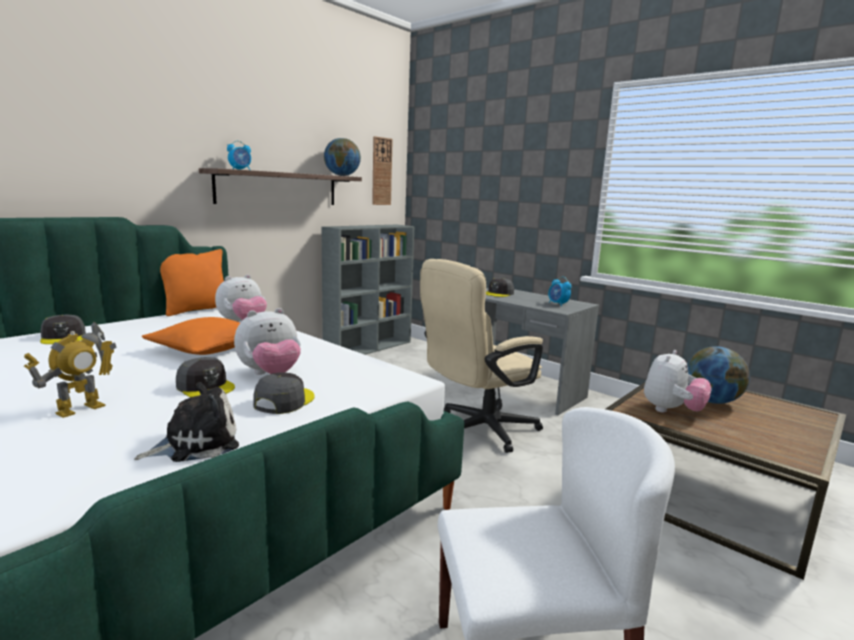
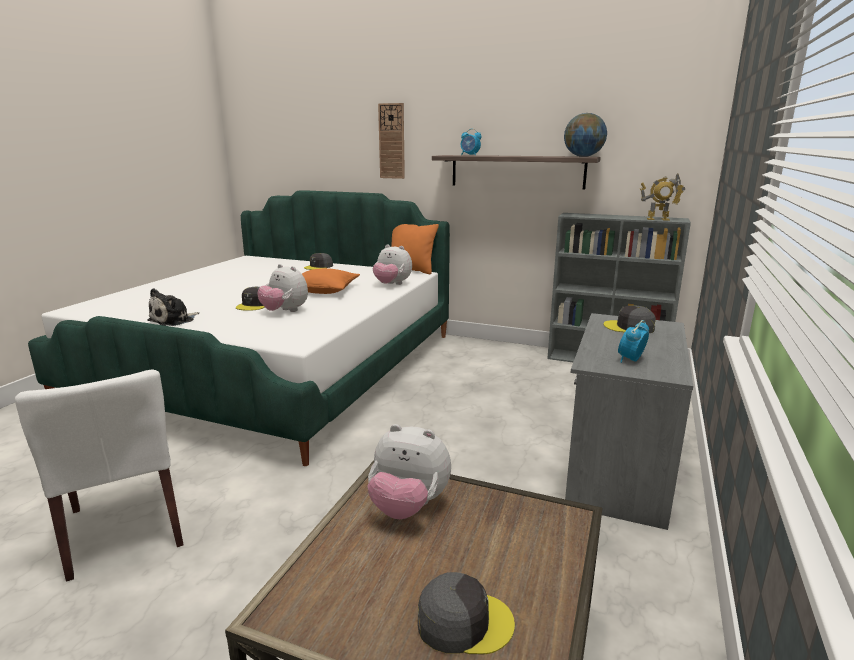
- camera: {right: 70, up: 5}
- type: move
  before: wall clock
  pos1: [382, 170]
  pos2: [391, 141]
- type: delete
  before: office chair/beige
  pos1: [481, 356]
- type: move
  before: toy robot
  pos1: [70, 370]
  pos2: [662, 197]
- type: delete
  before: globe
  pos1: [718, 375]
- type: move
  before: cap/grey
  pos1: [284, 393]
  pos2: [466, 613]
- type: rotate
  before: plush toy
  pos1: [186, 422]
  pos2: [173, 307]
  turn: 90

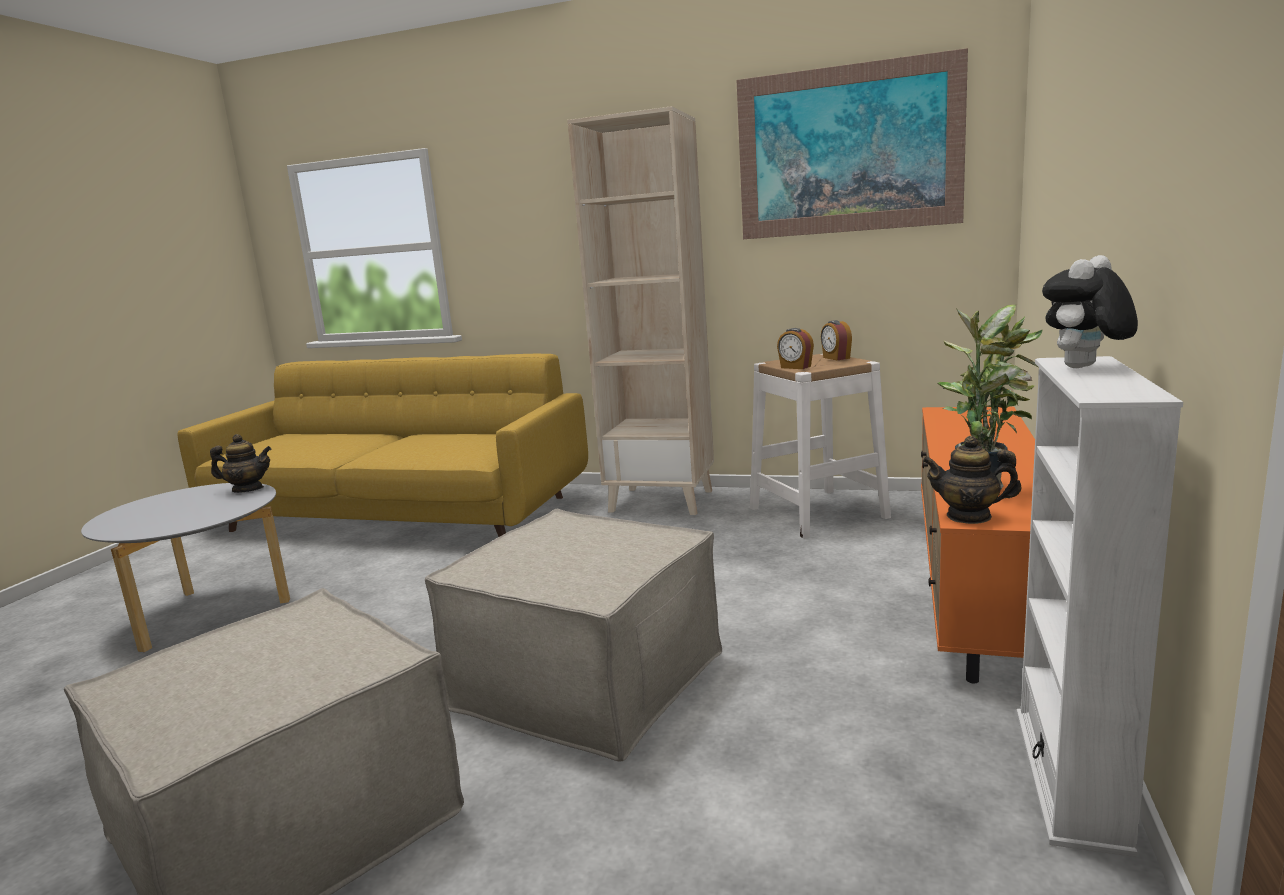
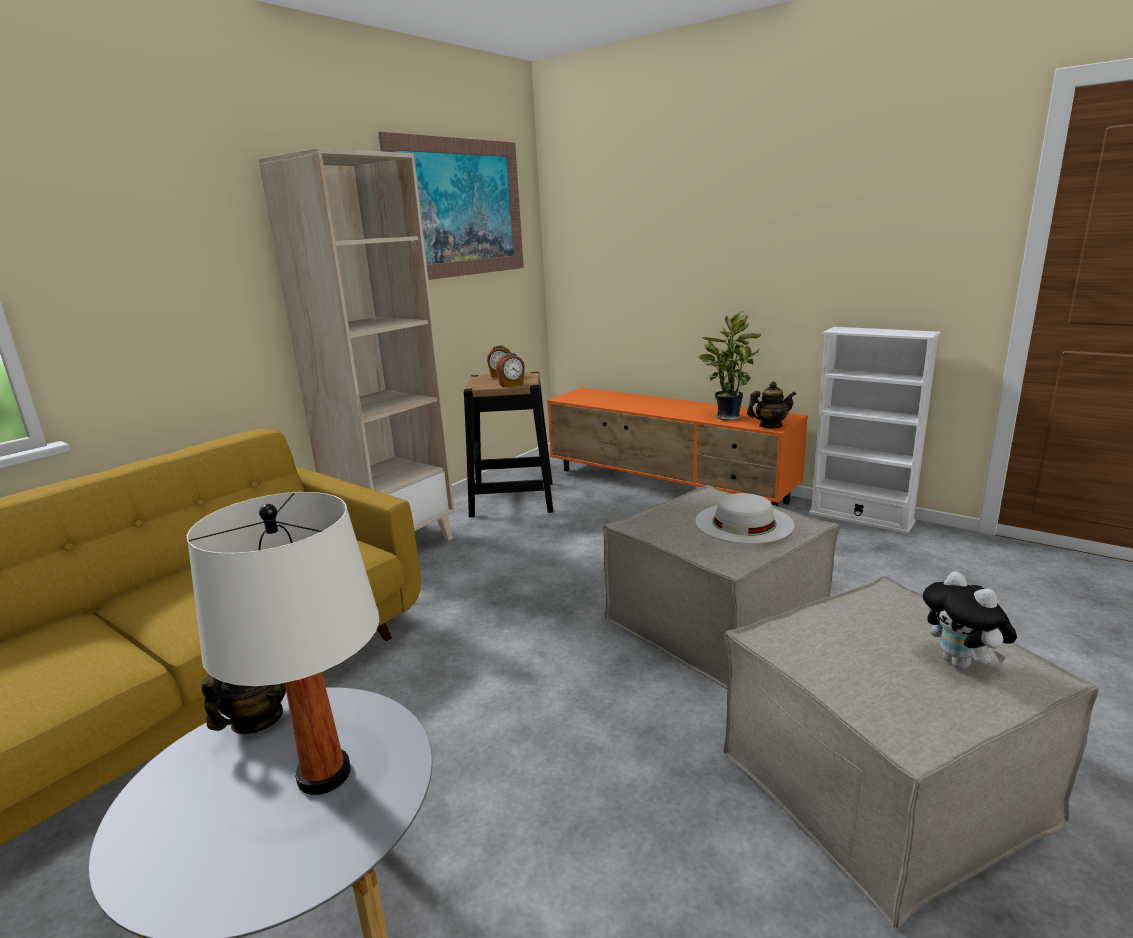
- camera: {right: -70, up: 5}
- type: move
  before: plush toy
  pos1: [1090, 311]
  pos2: [970, 620]
- type: recolor
  before: stool/white
  after: stool/black
  pos1: [820, 446]
  pos2: [508, 444]
- type: rotate
  before: teapot
  pos1: [971, 480]
  pos2: [771, 404]
  turn: -135
- type: insert
  after: table lamp/white
  pos2: [283, 643]
- type: insert
  after: hat/white
  pos2: [745, 518]

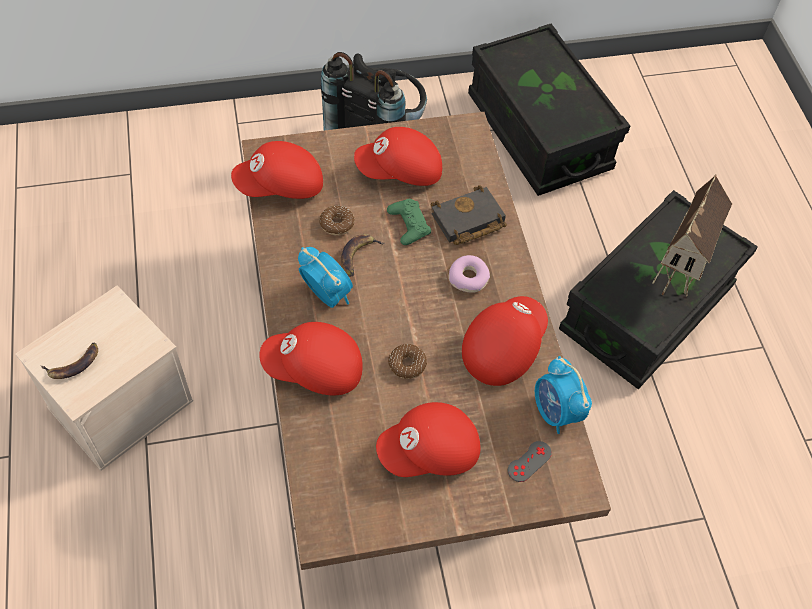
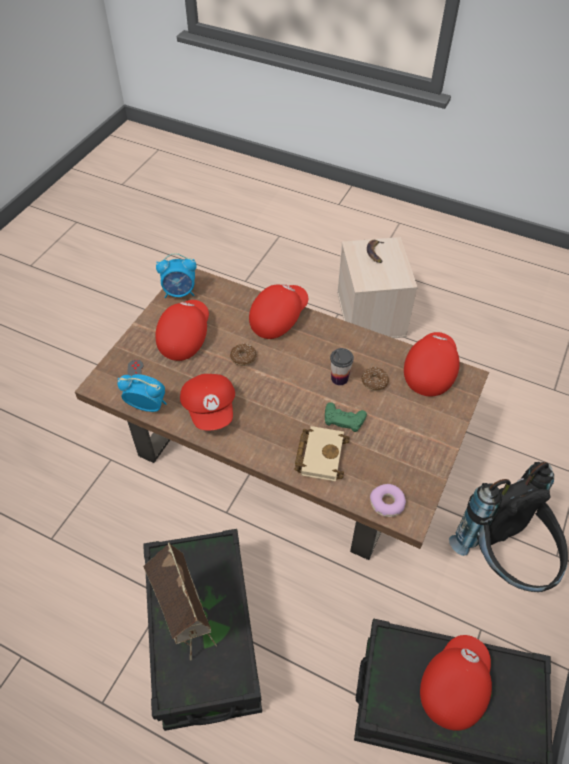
- camera: {right: 130, up: -5}
- type: move
  before: cap/red
  pos1: [398, 156]
  pos2: [456, 683]
- type: recolor
  before: book/black
  after: book/beige
  pos1: [469, 215]
  pos2: [322, 453]
- type: replace
  before: banana
  after: cup
  pos1: [363, 255]
  pos2: [342, 366]
- type: move
  before: alarm clock
  pos1: [325, 277]
  pos2: [176, 275]
- type: move
  before: donut
  pos1: [469, 274]
  pos2: [388, 500]

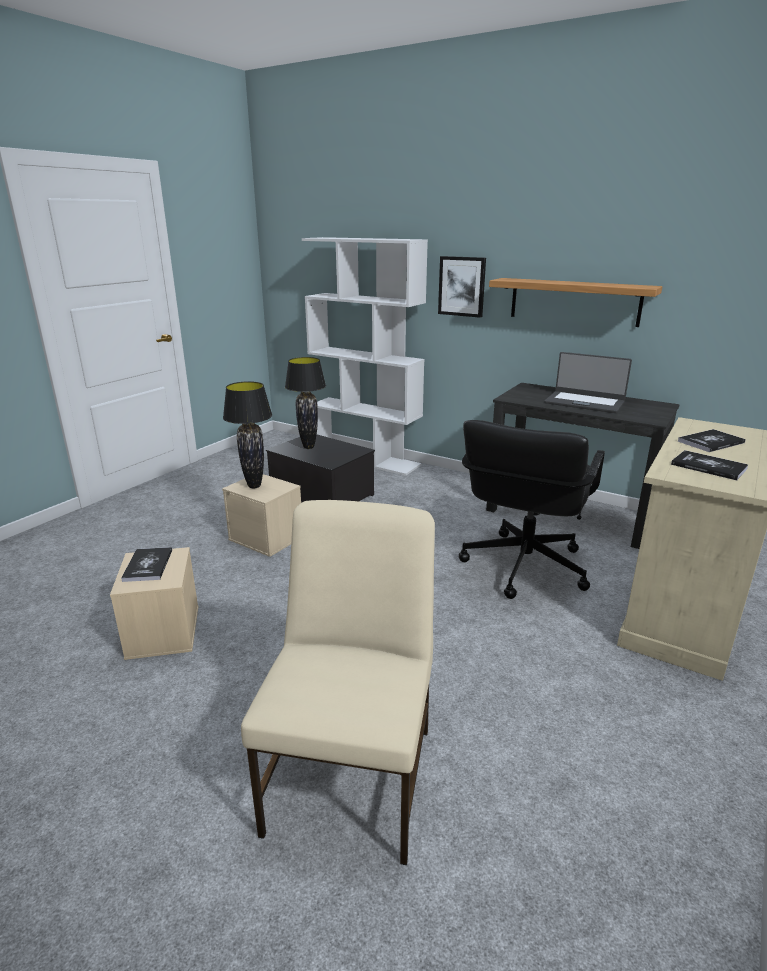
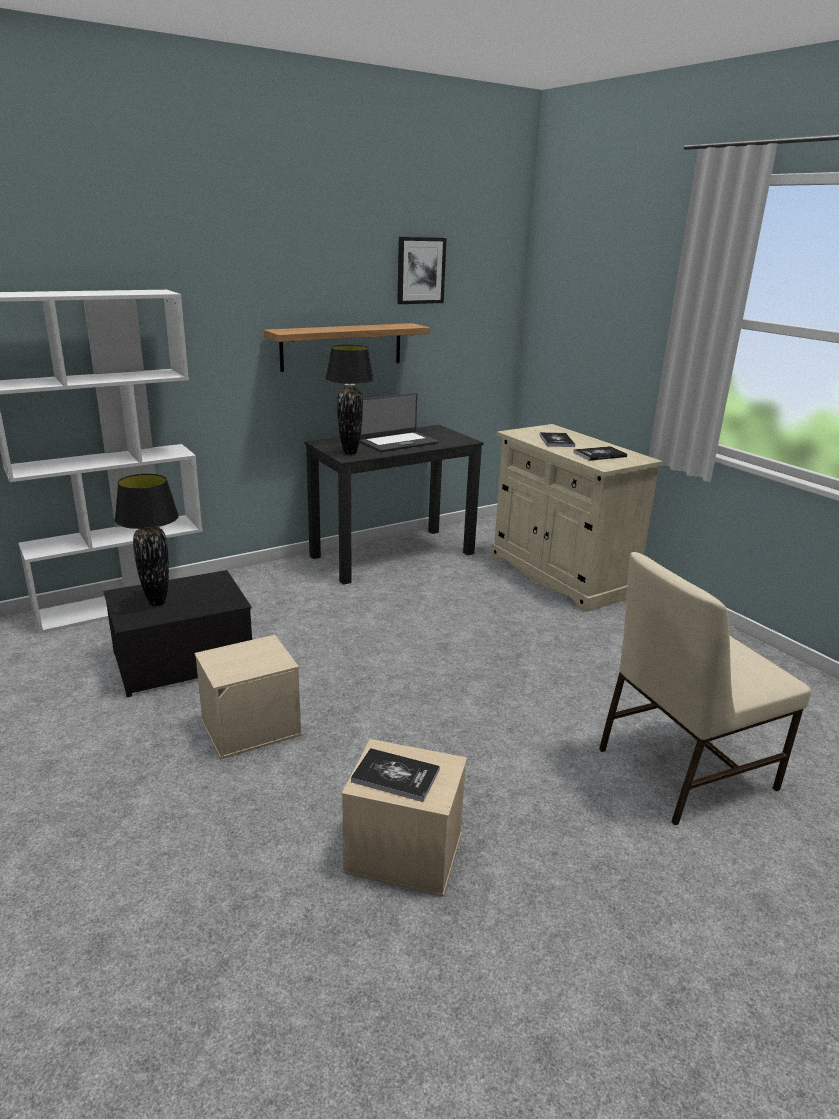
- camera: {right: -65, up: 0}
- type: move
  before: picture
  pos1: [462, 287]
  pos2: [422, 270]
- type: move
  before: table lamp/black
  pos1: [247, 434]
  pos2: [350, 400]
- type: delete
  before: office chair/black
  pos1: [532, 509]
- type: rotate
  before: chair/beige
  pos1: [338, 682]
  pos2: [705, 688]
  turn: -60

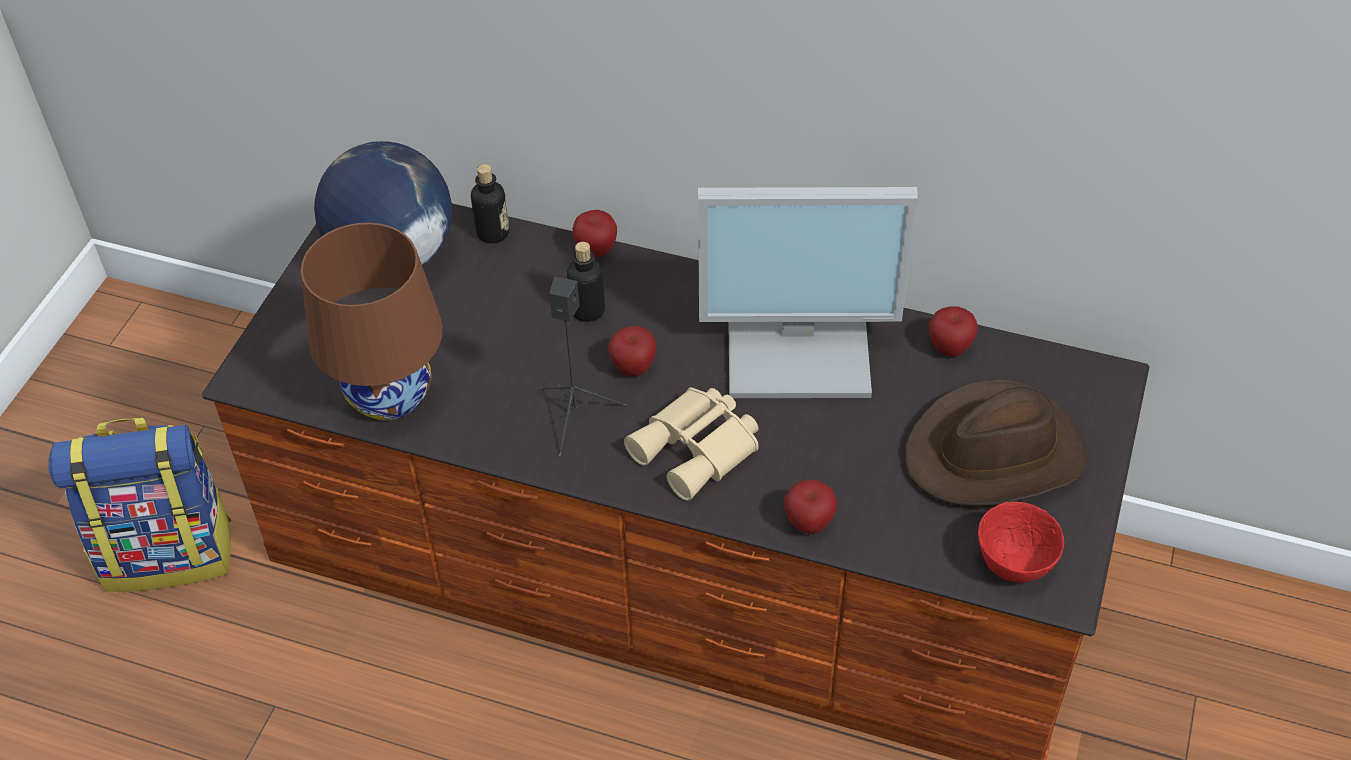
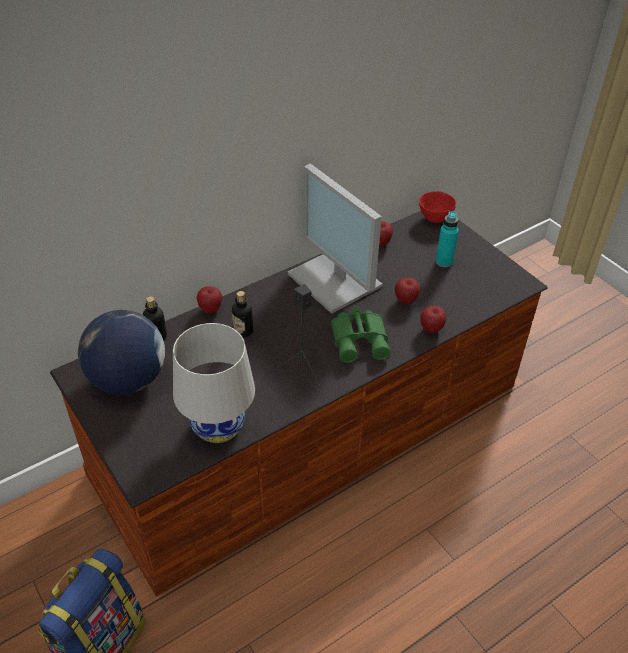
- camera: {right: -55, up: -5}
- type: rotate
  before: monitor
  pos1: [808, 292]
  pos2: [335, 238]
  turn: 105
- type: recolor
  before: table lamp/brown
  after: table lamp/white
  pos1: [372, 321]
  pos2: [214, 383]
- type: move
  before: apple
  pos1: [632, 351]
  pos2: [407, 290]
- type: replace
  before: hat/brown
  after: bottle/turquoise
  pos1: [996, 442]
  pos2: [447, 239]
- type: recolor
  before: binoculars/beige
  after: binoculars/green
  pos1: [691, 444]
  pos2: [361, 335]
- type: move
  before: bowl/red
  pos1: [1021, 542]
  pos2: [437, 207]

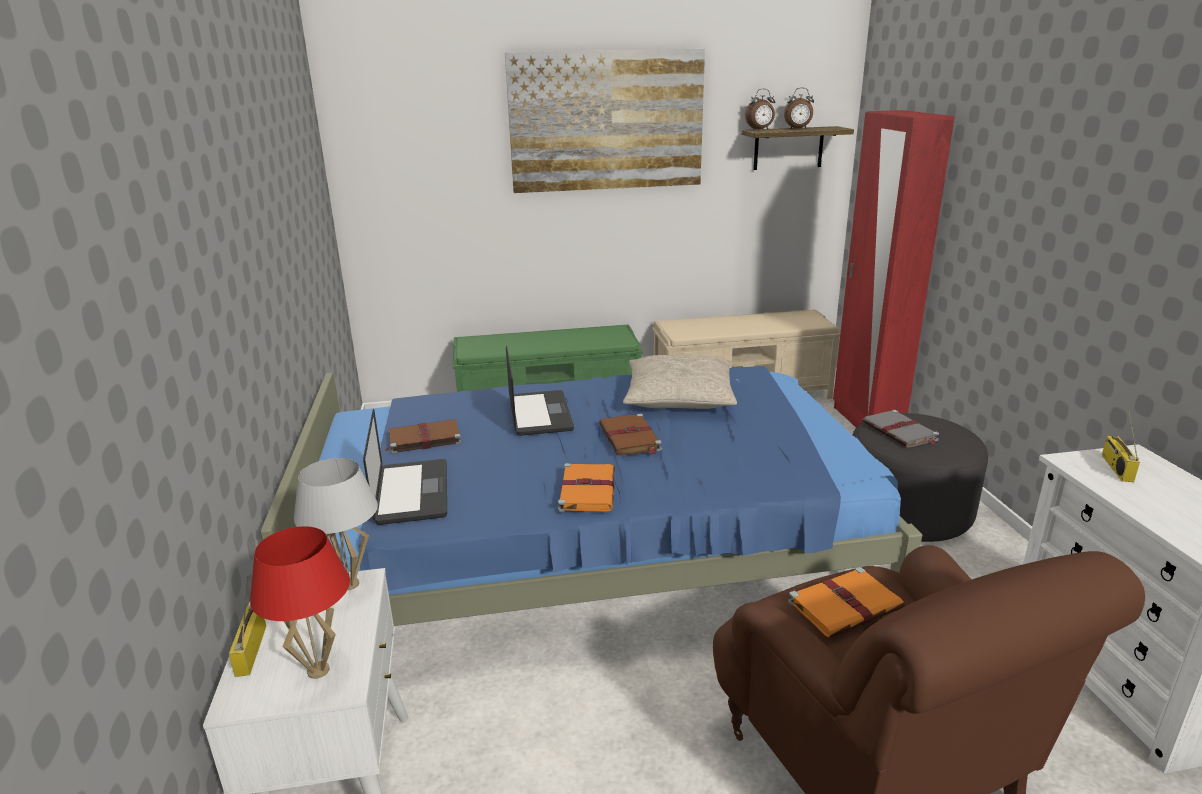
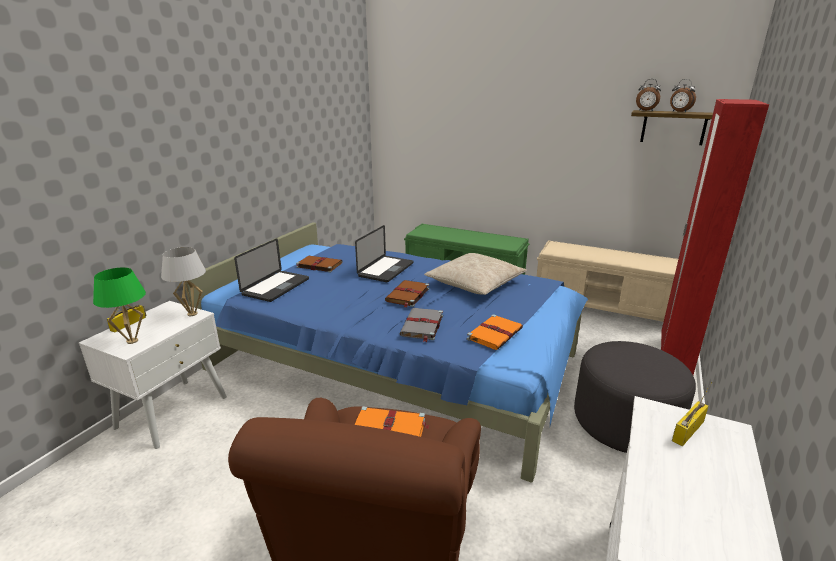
- camera: {right: 35, up: 0}
- type: delete
  before: picture
  pos1: [605, 121]
- type: move
  before: book/grey
  pos1: [901, 428]
  pos2: [421, 325]
- type: move
  before: book/orange
  pos1: [586, 487]
  pos2: [495, 332]
- type: recolor
  before: table lamp/red
  after: table lamp/green
  pos1: [300, 602]
  pos2: [119, 305]

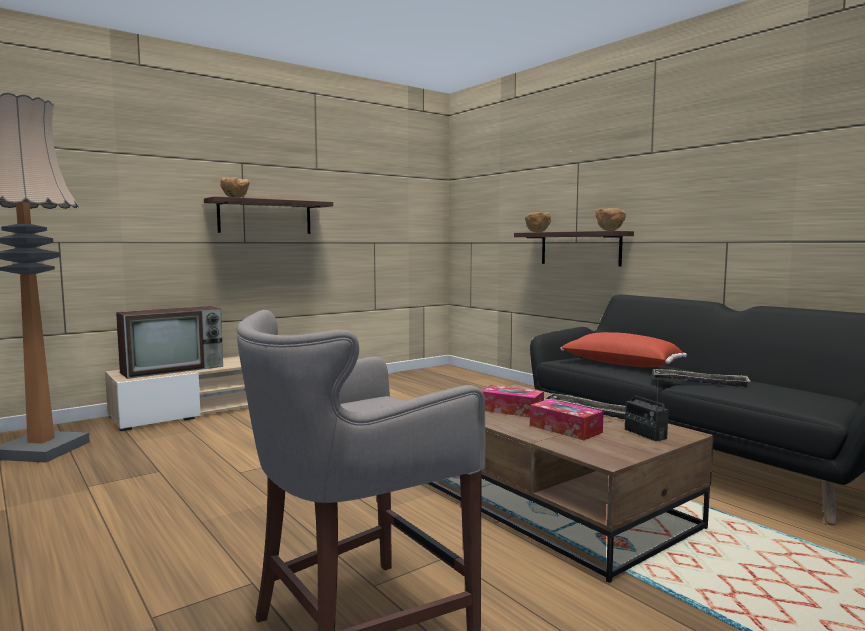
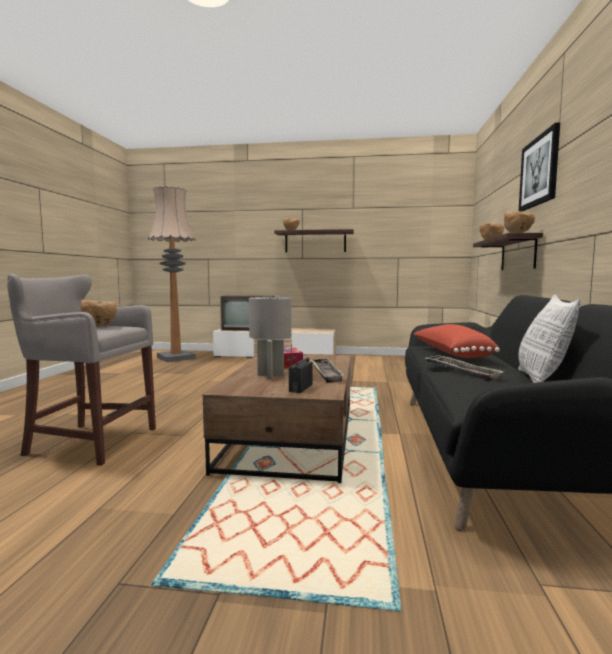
- camera: {right: 45, up: 0}
- type: replace
  before: tissue box
  after: table lamp/grey
  pos1: [567, 419]
  pos2: [270, 338]
- type: insert
  after: picture
  pos2: [539, 167]
- type: insert
  after: pillow
  pos2: [549, 339]
- type: insert
  after: bowl/brown
  pos2: [98, 313]

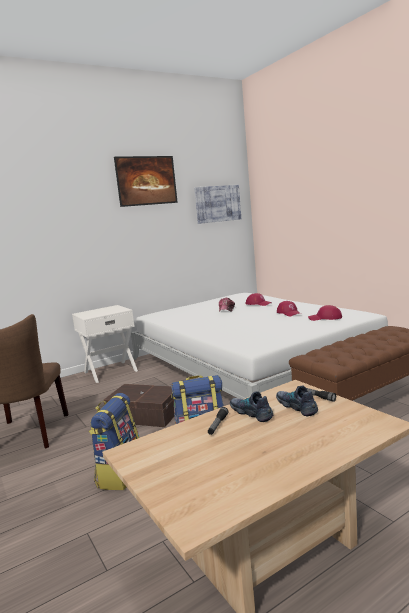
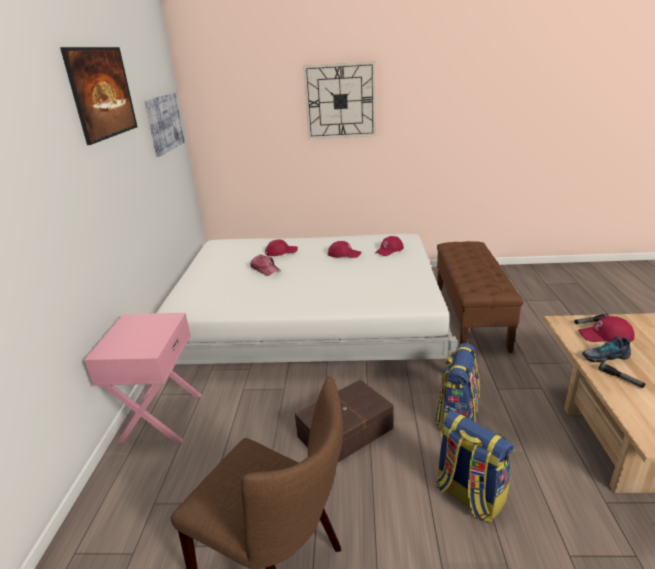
- camera: {right: -55, up: 15}
- type: recolor
  before: nightstand/white
  after: nightstand/pink
  pos1: [105, 344]
  pos2: [143, 378]
- type: replace
  before: shoe
  after: cap/red
  pos1: [297, 401]
  pos2: [606, 329]
- type: insert
  after: wall clock
  pos2: [339, 100]

